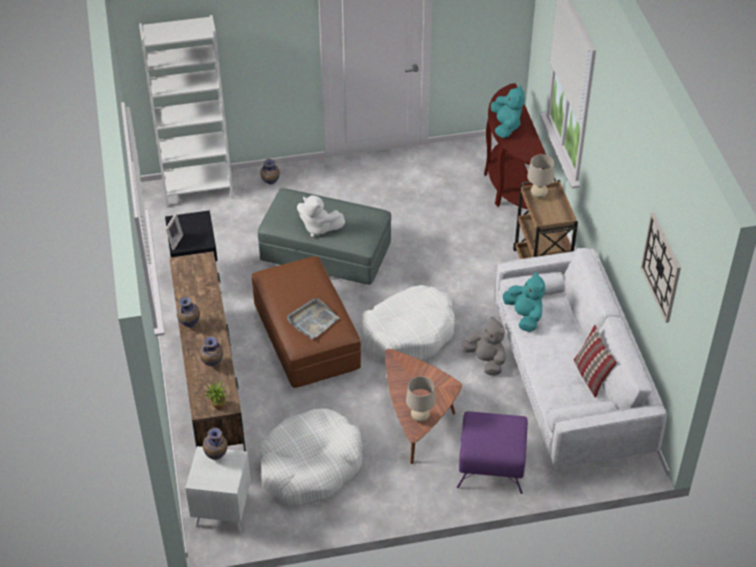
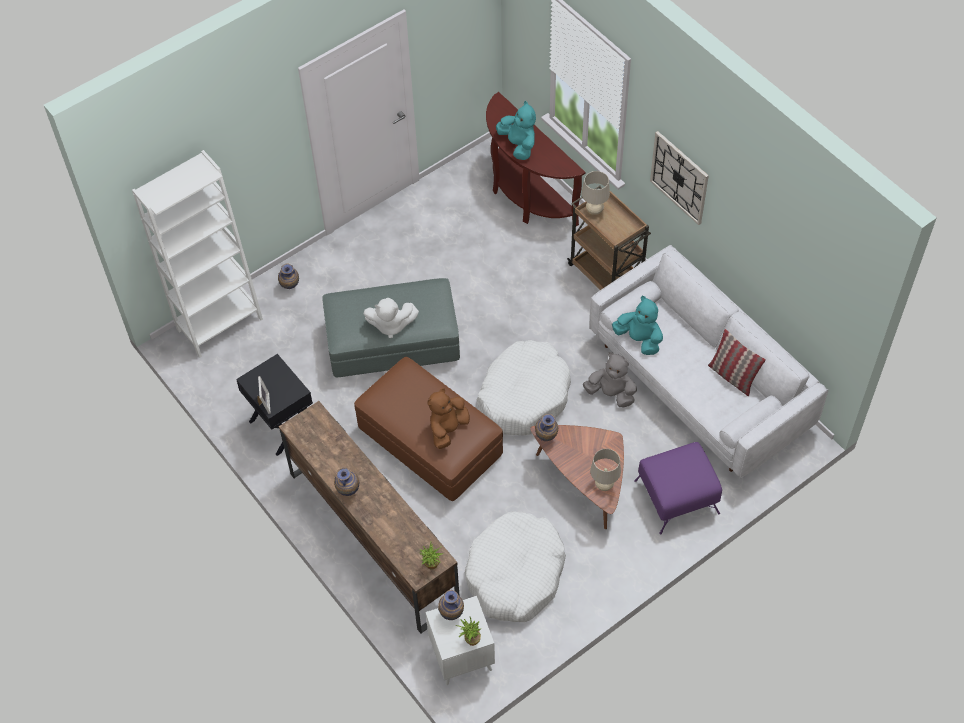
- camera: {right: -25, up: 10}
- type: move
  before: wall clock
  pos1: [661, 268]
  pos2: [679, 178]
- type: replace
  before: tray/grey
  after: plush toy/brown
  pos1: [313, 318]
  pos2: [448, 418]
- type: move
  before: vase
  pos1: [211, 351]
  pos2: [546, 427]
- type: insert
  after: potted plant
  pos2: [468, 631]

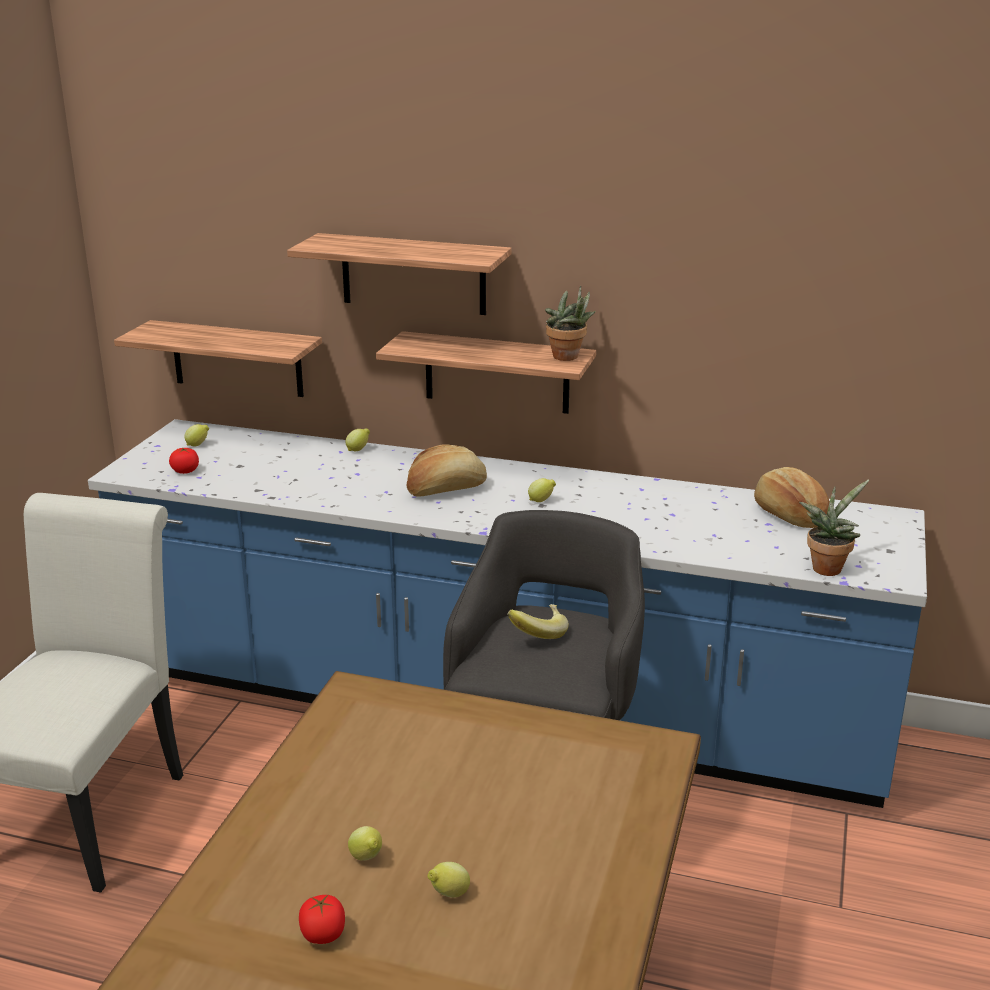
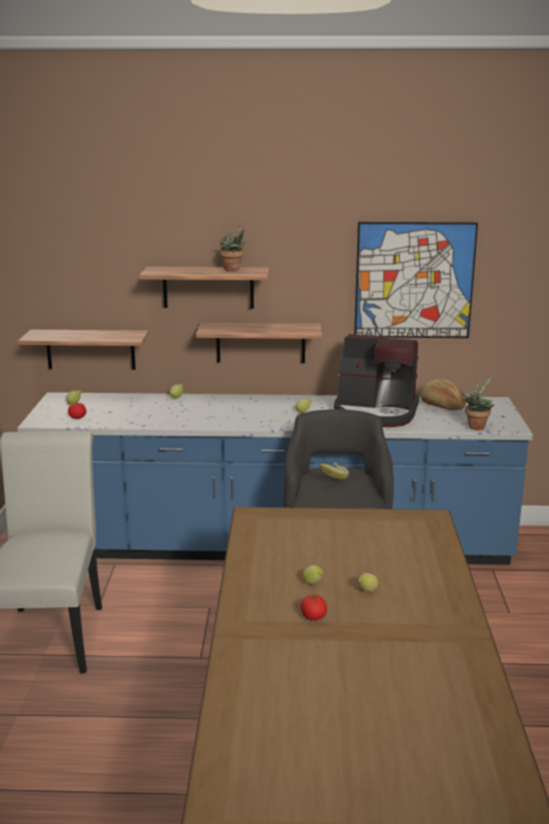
- camera: {right: -15, up: -5}
- type: move
  before: potted plant
  pos1: [570, 323]
  pos2: [233, 248]
- type: delete
  before: bread
  pos1: [447, 471]
- type: insert
  after: picture
  pos2: [416, 280]
- type: insert
  after: coffee machine
  pos2: [376, 380]

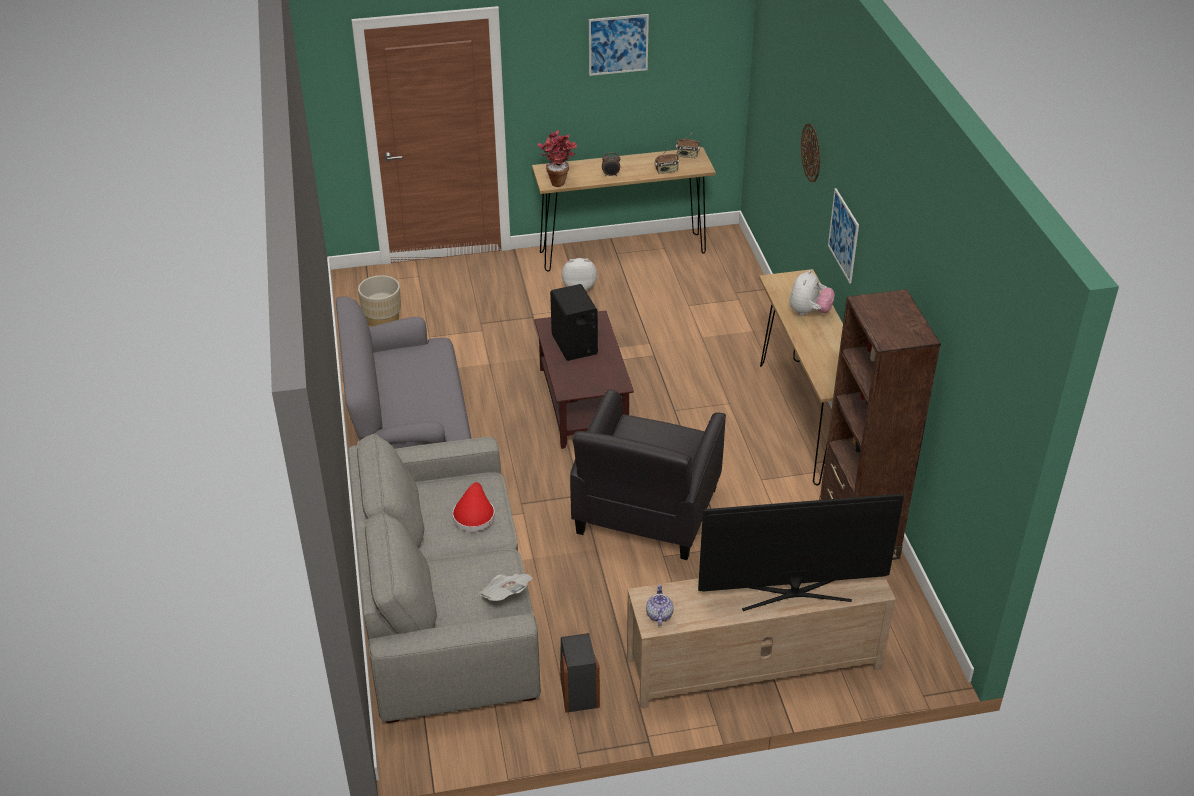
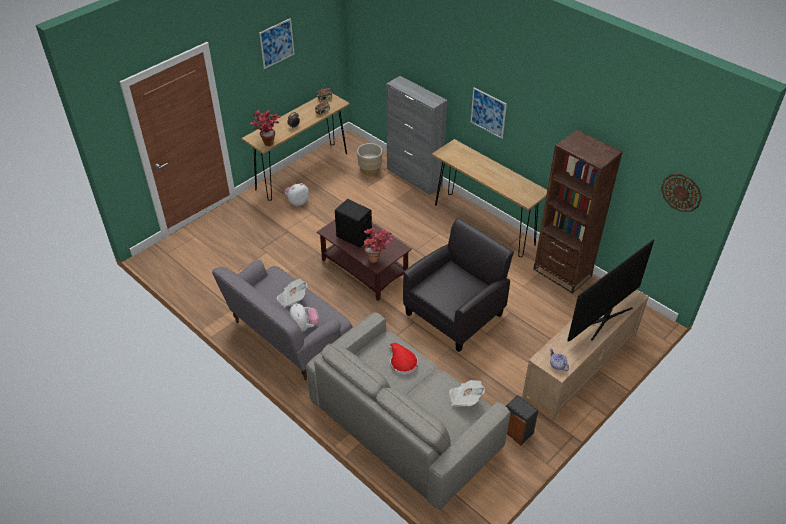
- camera: {right: -35, up: 5}
- type: move
  before: wall clock
  pos1: [811, 153]
  pos2: [681, 193]
- type: move
  before: plush toy
  pos1: [812, 293]
  pos2: [304, 317]
- type: move
  before: planter/beige
  pos1: [379, 300]
  pos2: [369, 159]
- type: rotate
  before: armchair/black
  pos1: [648, 474]
  pos2: [458, 285]
  turn: -120
- type: insert
  after: cabinet/grey
  pos2: [416, 135]
- type: insert
  after: potted plant
  pos2: [378, 245]
- type: insert
  after: newspaper
  pos2: [292, 293]

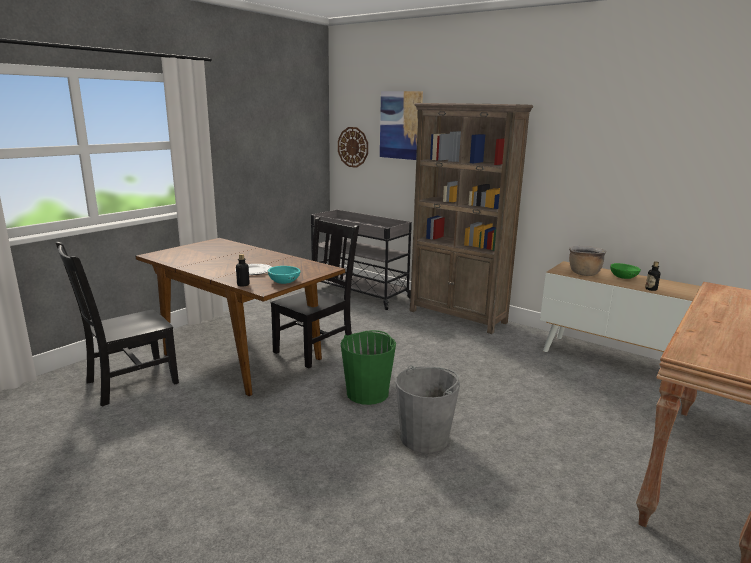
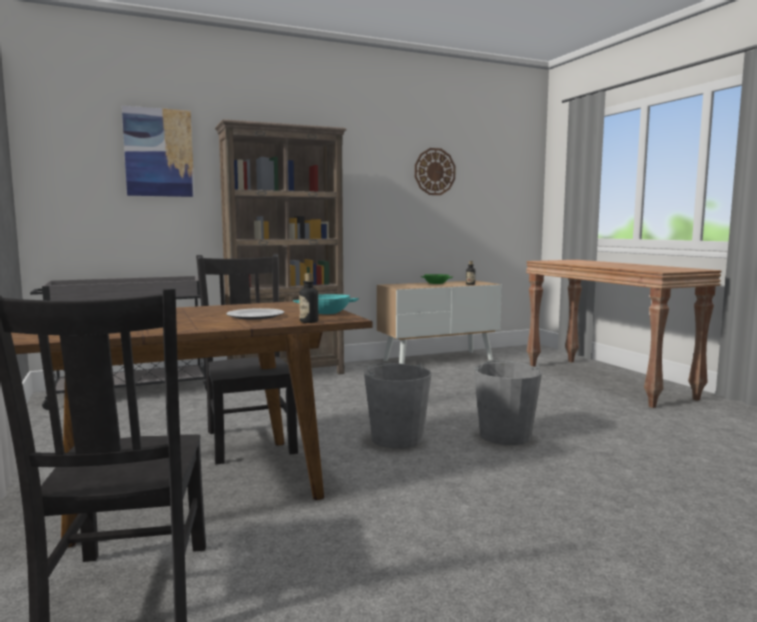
- camera: {right: -60, up: -10}
- type: move
  before: wall clock
  pos1: [353, 147]
  pos2: [435, 171]
- type: delete
  before: cooking pot/brown
  pos1: [587, 261]
- type: recolor
  before: bucket/green
  after: bucket/grey
  pos1: [368, 367]
  pos2: [398, 406]

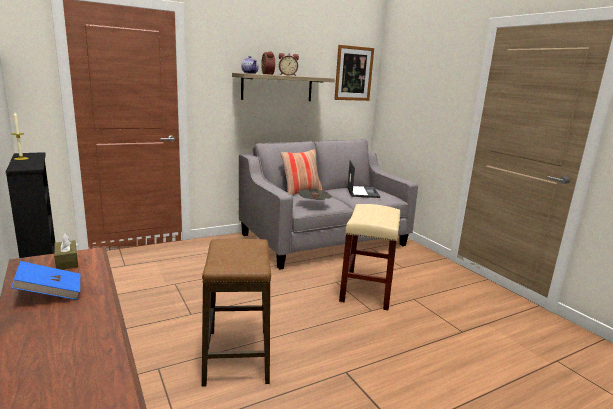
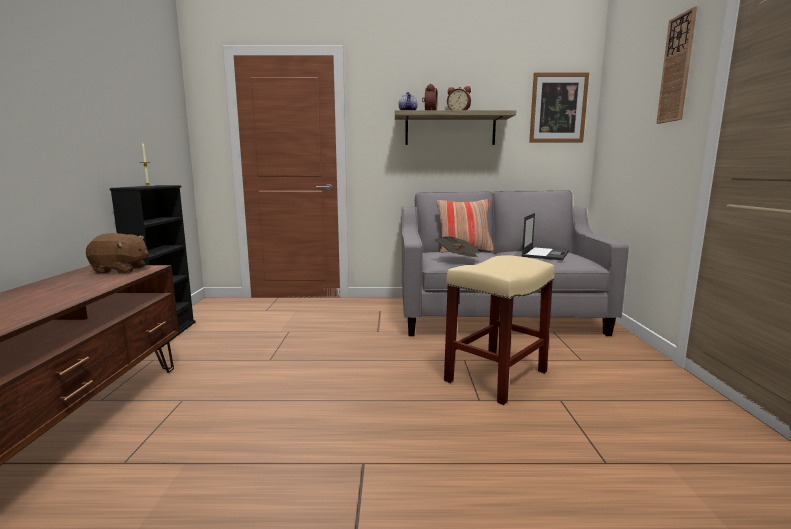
- camera: {right: 30, up: -5}
- type: replace
  before: tissue box/brown
  after: plush toy/brown
  pos1: [66, 251]
  pos2: [117, 253]
- type: delete
  before: stool
  pos1: [236, 313]
- type: delete
  before: book/blue
  pos1: [45, 280]
- type: insert
  after: wall clock
  pos2: [676, 65]

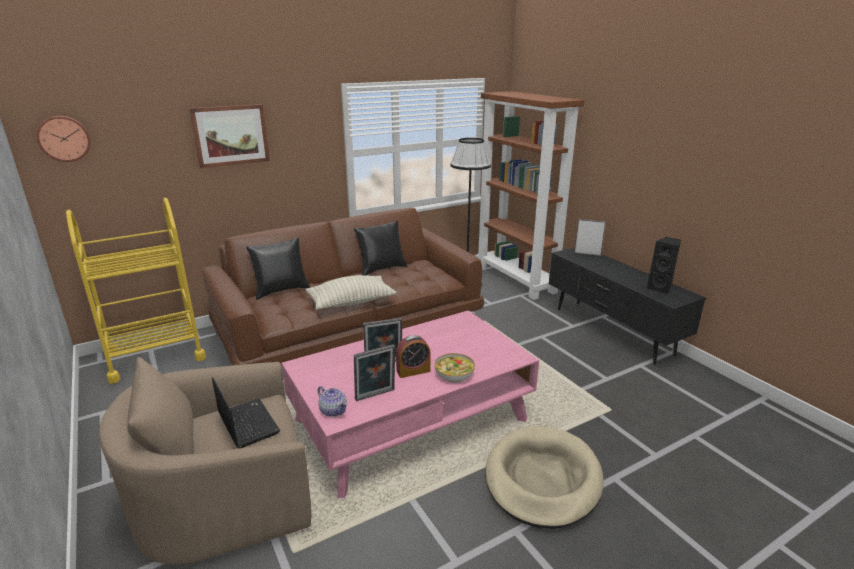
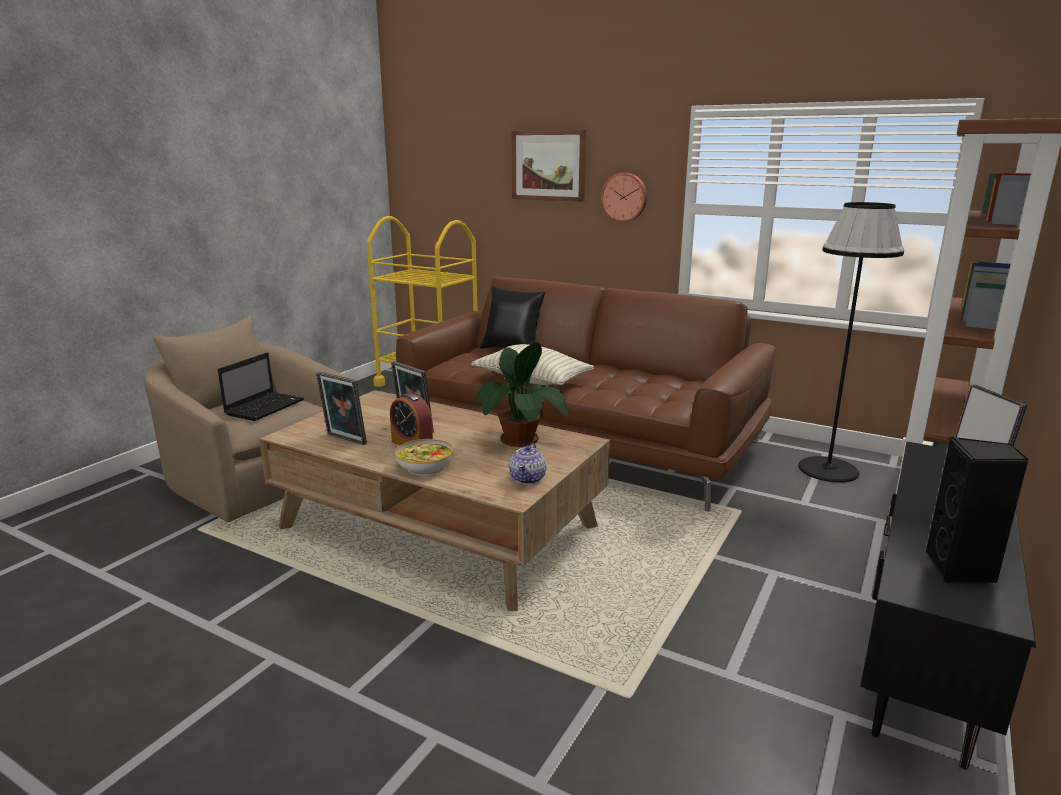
- camera: {right: 60, up: -5}
- type: move
  before: wall clock
  pos1: [63, 139]
  pos2: [624, 197]
- type: delete
  before: pillow/black
  pos1: [380, 247]
- type: recolor
  before: coffee table/pink
  after: coffee table/brown
  pos1: [410, 404]
  pos2: [434, 500]
- type: move
  before: teapot
  pos1: [332, 401]
  pos2: [528, 463]
- type: delete
  before: dog bed/beige
  pos1: [544, 477]
- type: insert
  after: potted plant
  pos2: [521, 394]

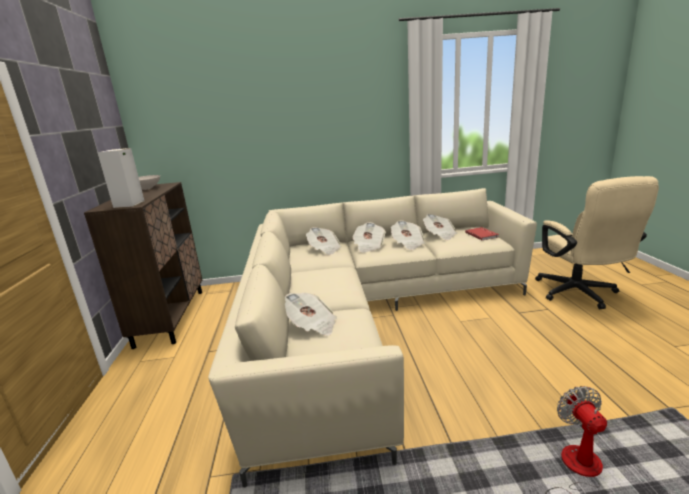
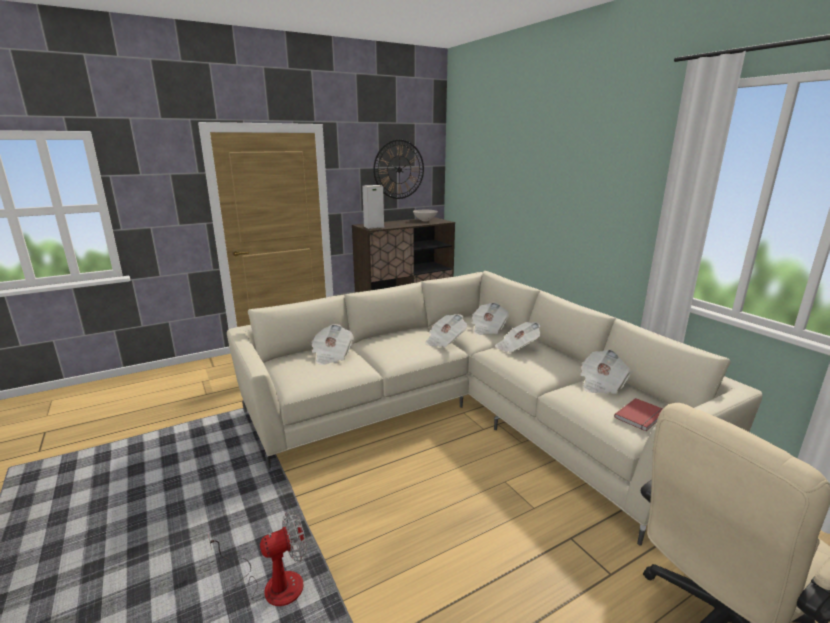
- camera: {right: 65, up: 0}
- type: move
  before: newspaper
  pos1: [408, 235]
  pos2: [446, 330]
- type: insert
  after: wall clock
  pos2: [398, 169]

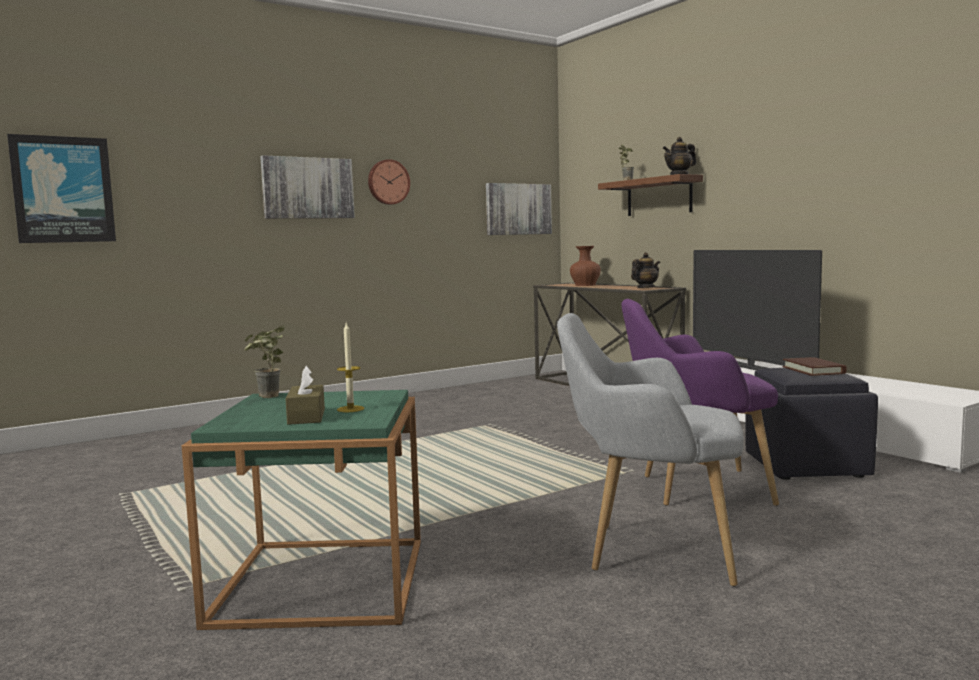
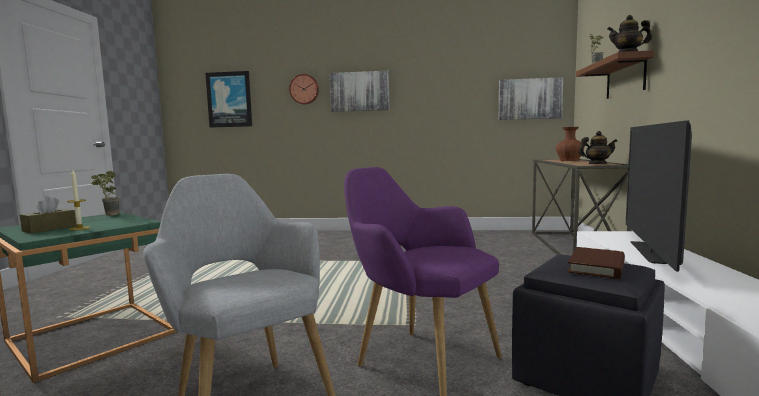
- camera: {right: 40, up: 0}
- type: move
  before: wall clock
  pos1: [389, 182]
  pos2: [304, 89]

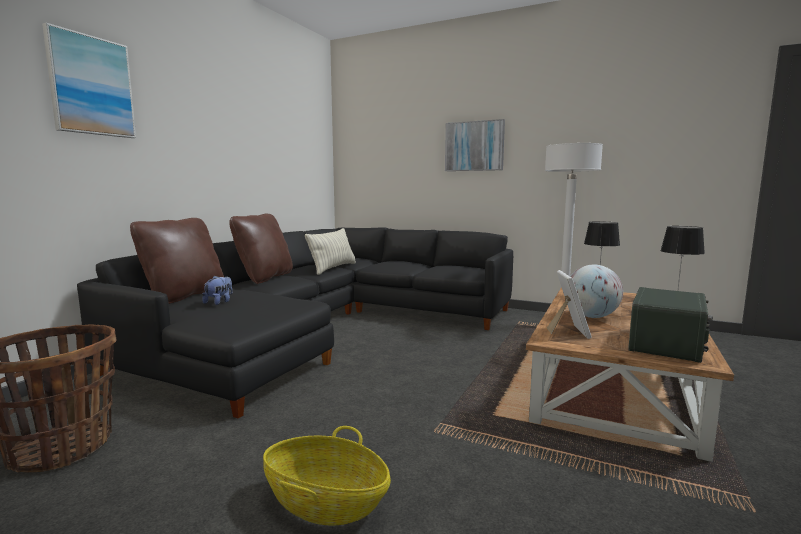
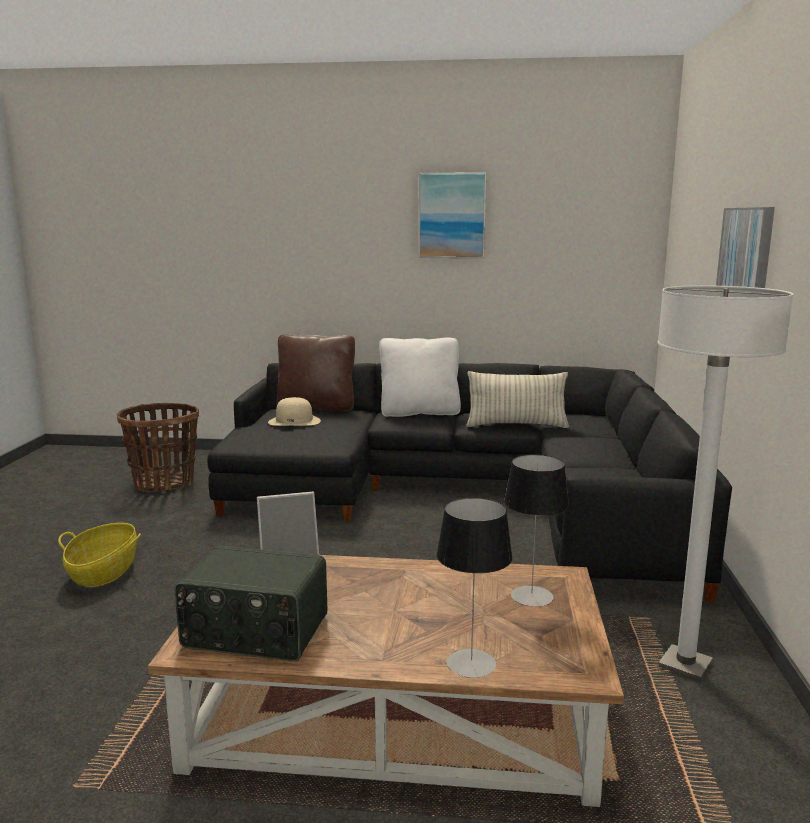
- camera: {right: 70, up: 5}
- type: move
  before: picture
  pos1: [89, 80]
  pos2: [452, 215]
- type: recolor
  before: pillow/brown
  after: pillow/white
  pos1: [261, 248]
  pos2: [420, 377]
- type: delete
  before: globe
  pos1: [596, 291]
- type: replace
  before: plush toy
  after: hat/beige
  pos1: [217, 290]
  pos2: [294, 411]

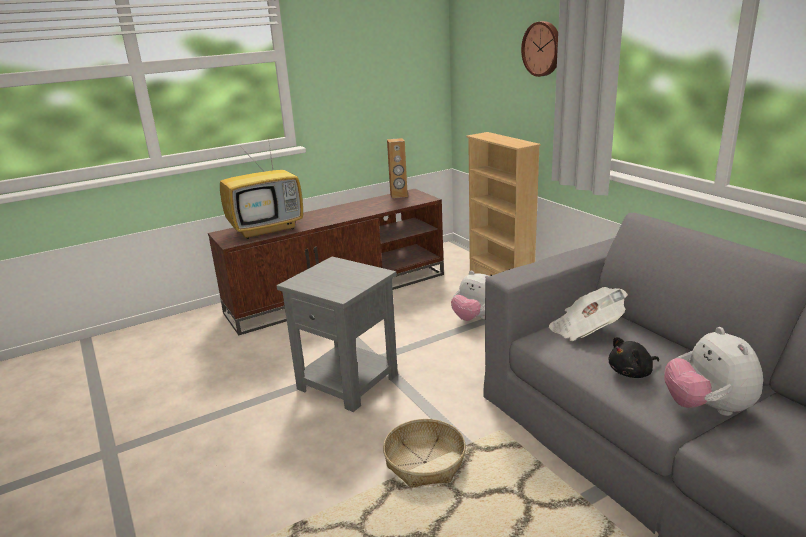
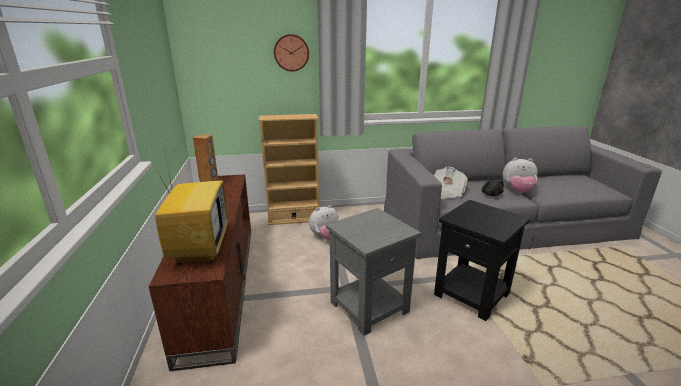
- camera: {right: -70, up: 0}
- type: replace
  before: basket
  after: side table/black
  pos1: [424, 453]
  pos2: [482, 260]

